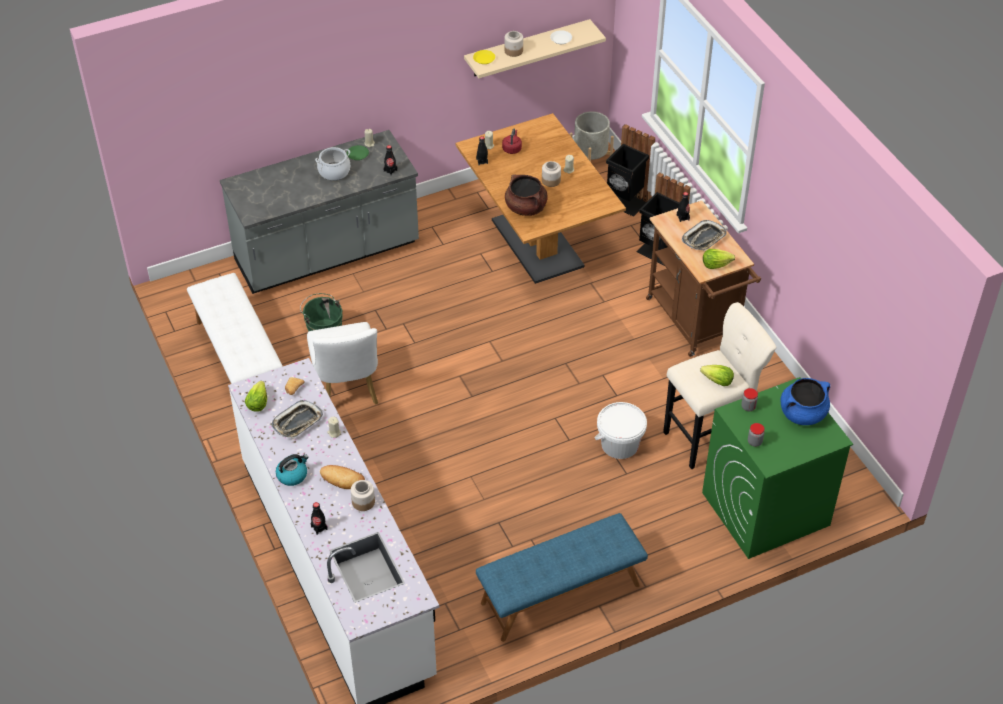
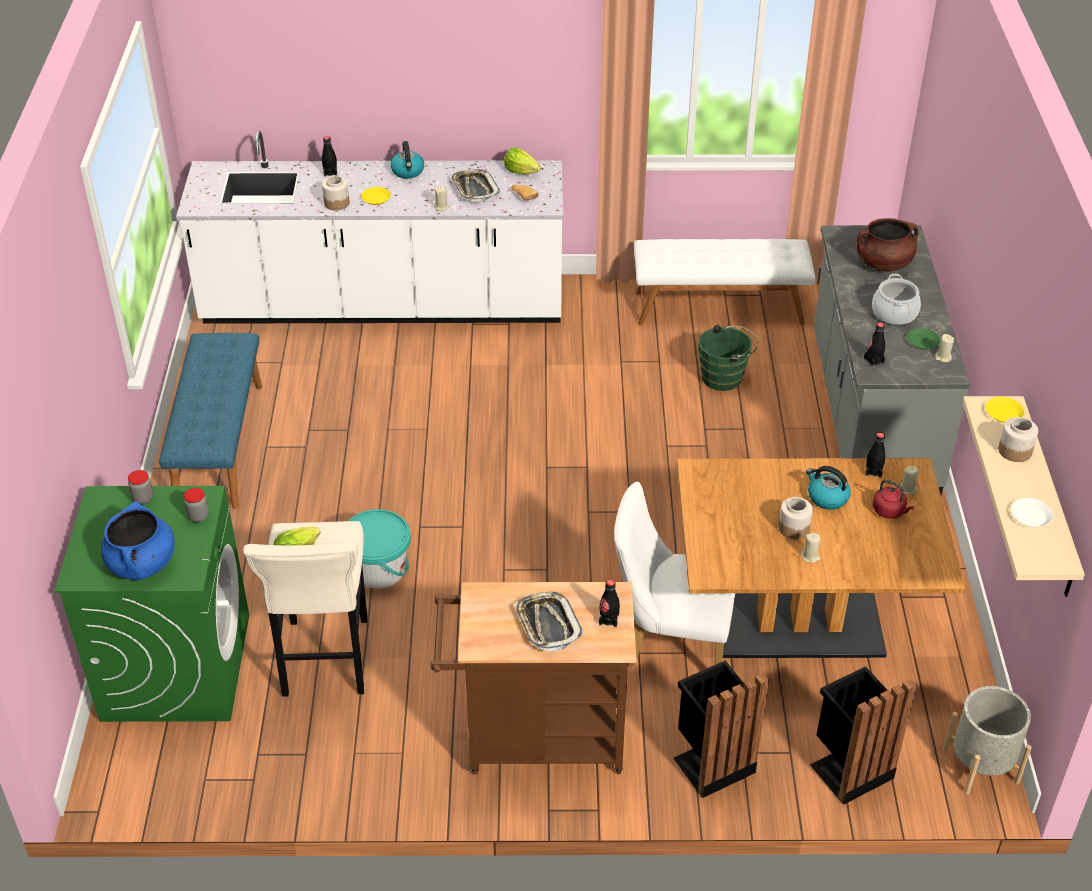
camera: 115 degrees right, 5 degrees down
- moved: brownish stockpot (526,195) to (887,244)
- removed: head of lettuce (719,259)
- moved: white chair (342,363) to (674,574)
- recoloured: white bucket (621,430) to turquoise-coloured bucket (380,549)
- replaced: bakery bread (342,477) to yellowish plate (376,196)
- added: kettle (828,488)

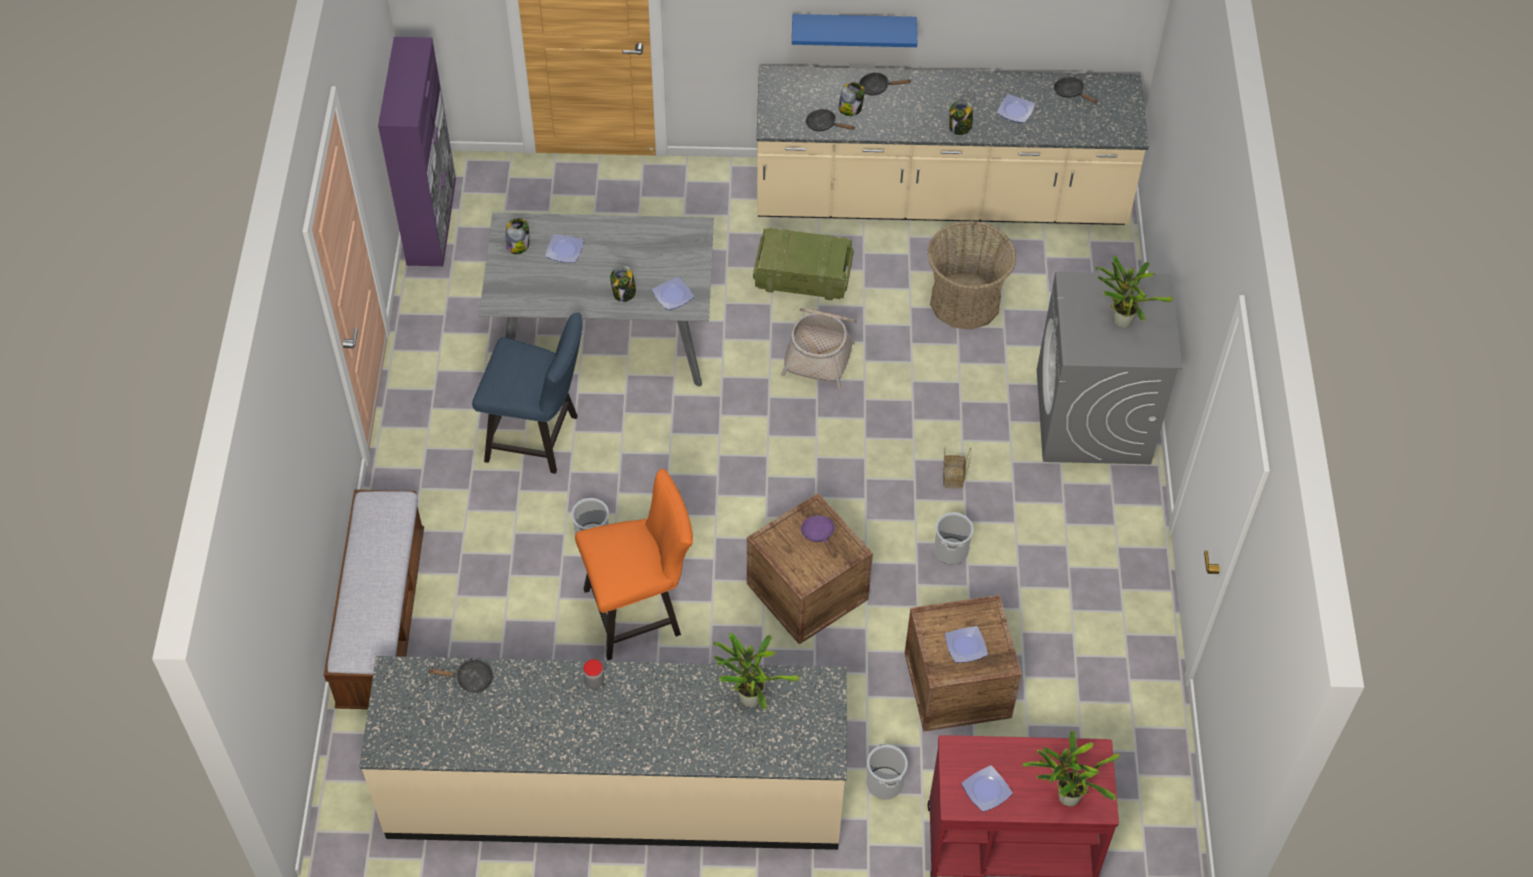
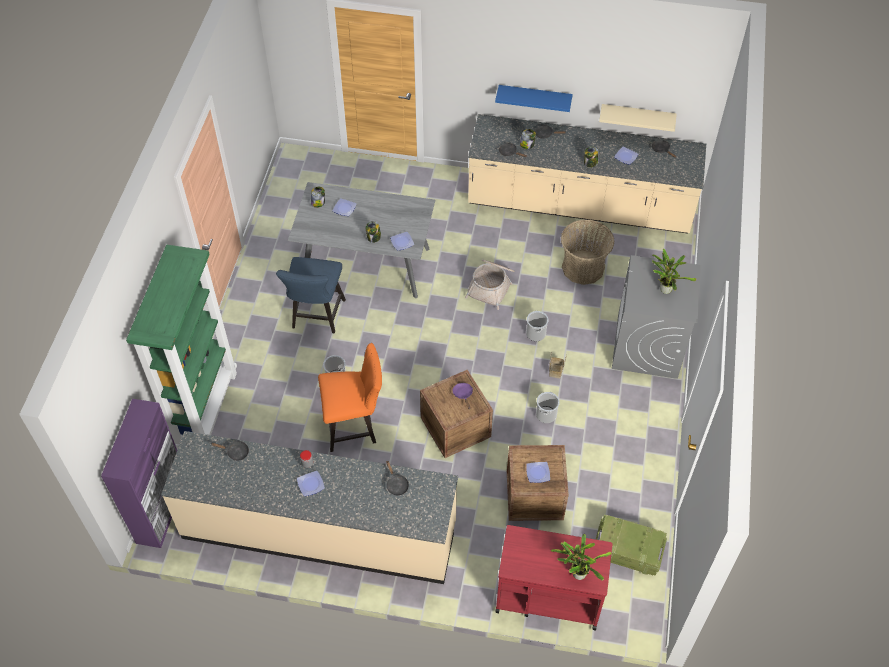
camera: 10 degrees right, 0 degrees up
- moved: purple-coloured cabinet (417,151) to (139,473)
- moved: crate (803,264) to (631,545)
- turned: bluish chair (527,393) = (311,295) 75 degrees clockwise
- replaced: indoor bench (374,599) to greenish bookshelf (181,347)
- replaced: plant in a pot (756,671) to blackish skillet (397,478)
- moved: bucket (887,771) to (537,326)
- moved: plate (987,788) to (311,483)
- added: beige wall shelf (638,118)

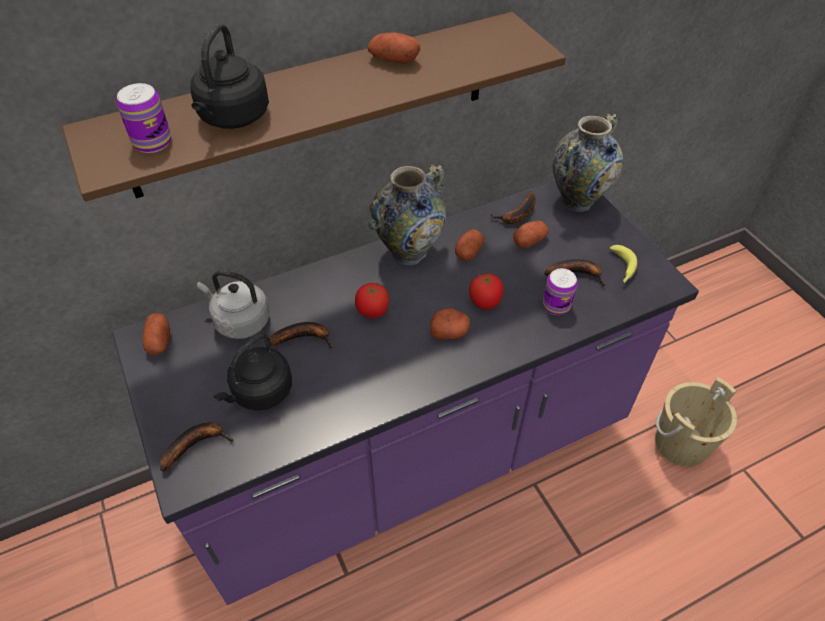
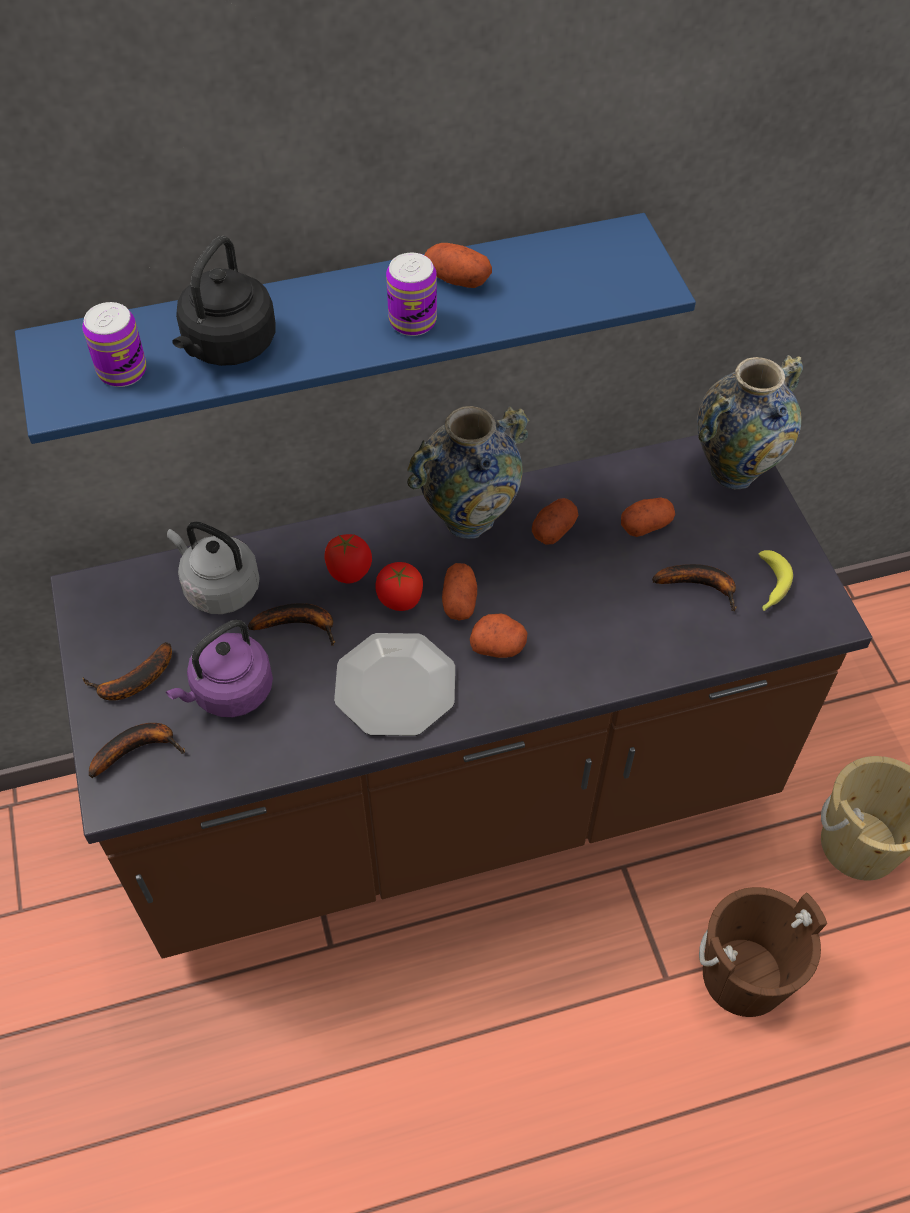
camera: 10 degrees right, 5 degrees up
- recoloured: brownish wall shelf (314,106) to bluish wall shelf (355,328)
- recoloured: purple-coloured kitchen counter (405,392) to brownish kitchen counter (461,697)
- moved: banana (513,207) to (127,671)
- moved: can (560,291) to (411,294)
- moved: fresh tomato (486,291) to (348,558)
- moved: spud (156,334) to (459,592)
- recoloured: blackish kettle (253,372) to purple-coloured kettle (219,668)
- added: plate (394,684)
- added: brownish bucket (763,952)

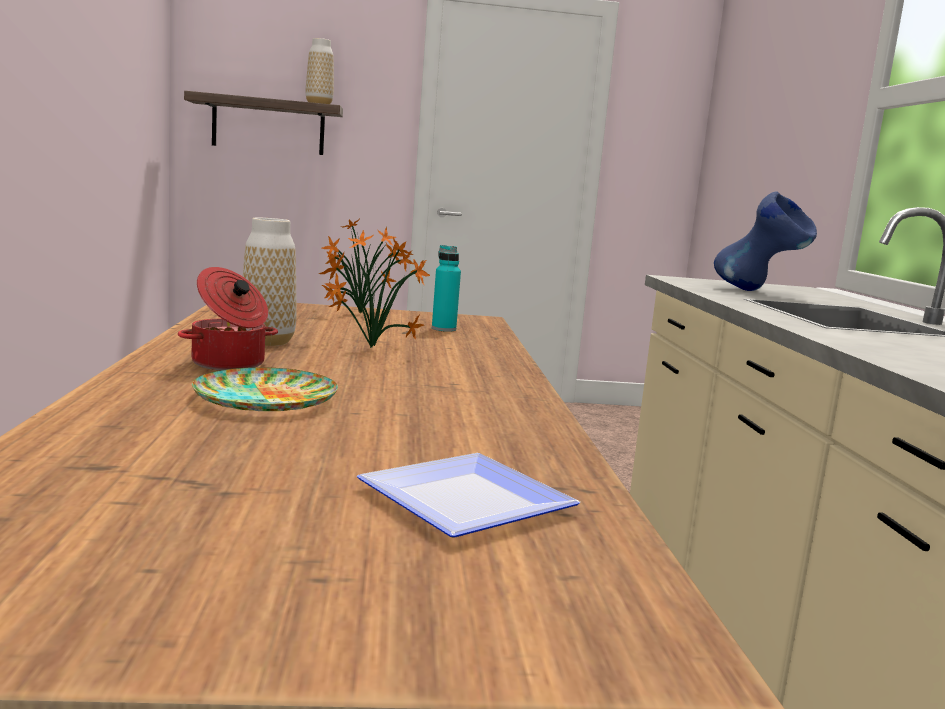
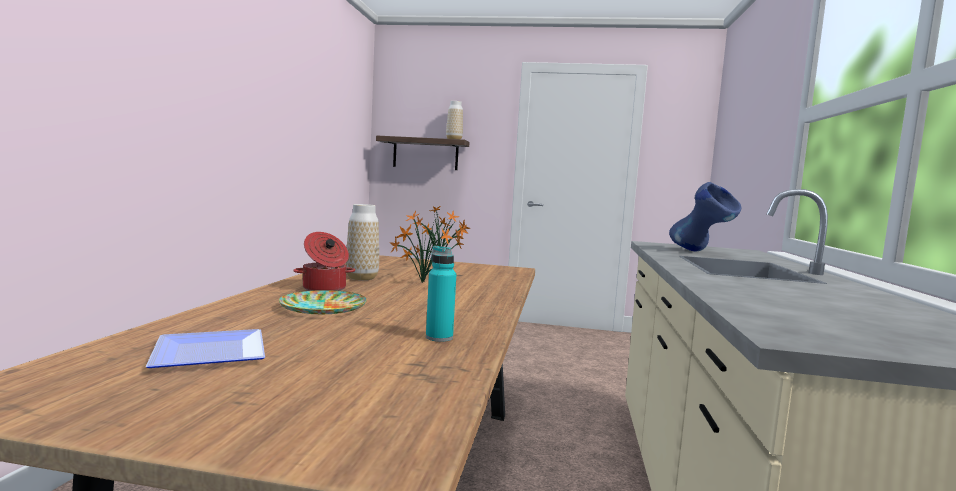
camera: 15 degrees right, 5 degrees down
- moved: turquoise-coloured drink bottle (446,288) to (441,294)
- moved: plate (468,495) to (205,348)

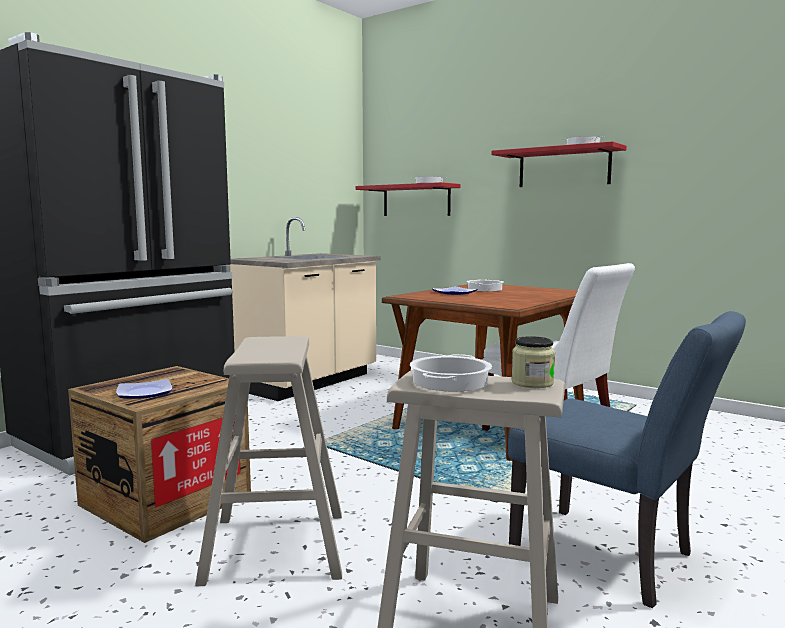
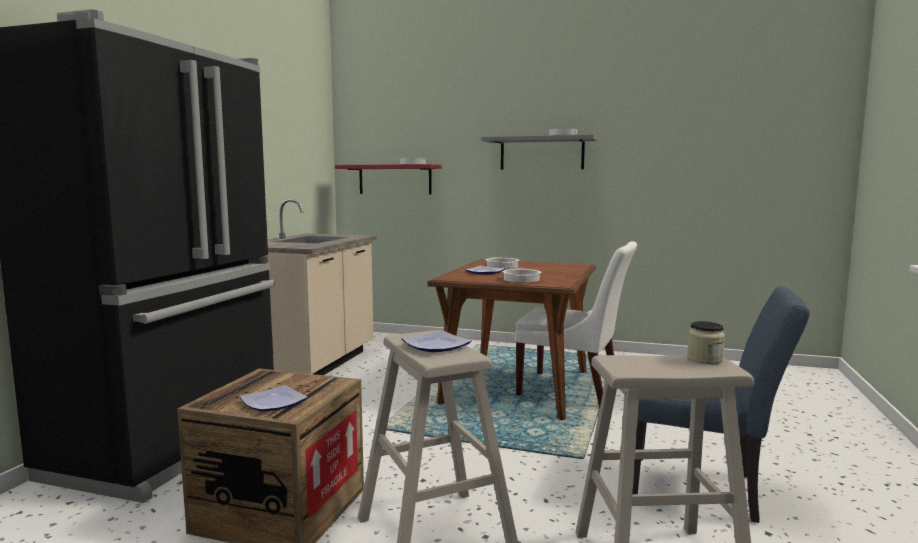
camera: 20 degrees left, 0 degrees up
- recoloured: reddish wall shelf (559,164) to gray wall shelf (539,152)
- moved: stockpot (451,372) to (521,275)
- added: plate (436,341)

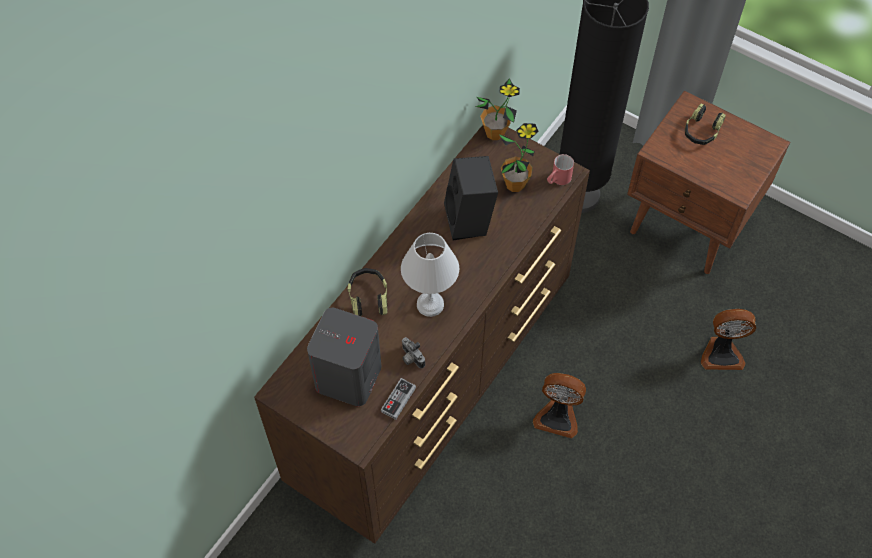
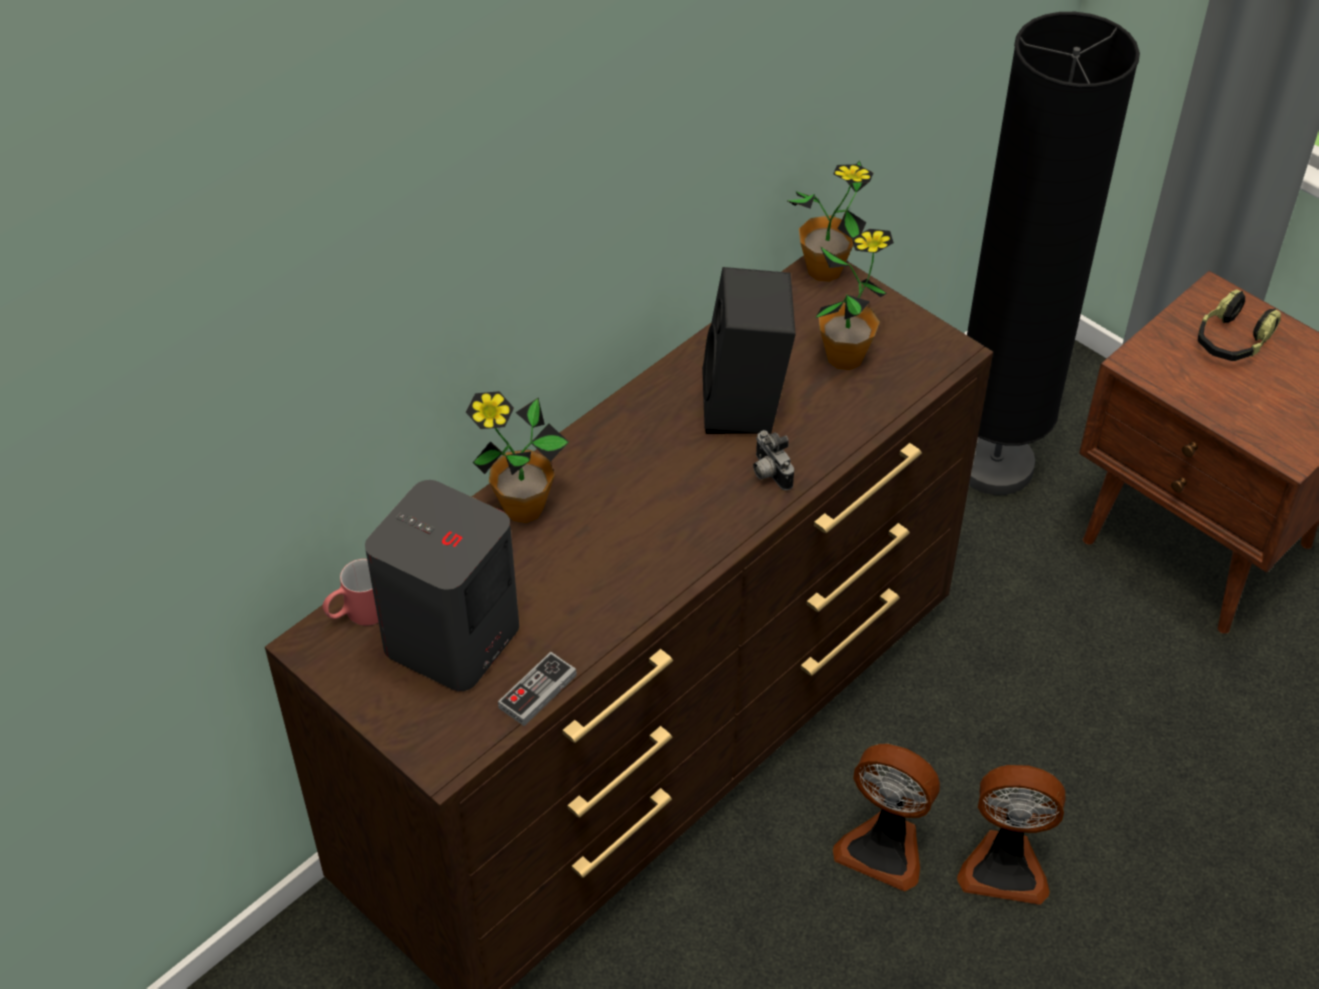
camera: 10 degrees right, 10 degrees down
- moved: reddish coffee mug (560,169) to (350,592)
- removed: white table lamp (430,275)
- replaced: headphones (368,292) to plant in a pot (517,457)
- moved: cooling fan (728,339) to (1011,835)
- moved: still camera (413,352) to (773,460)

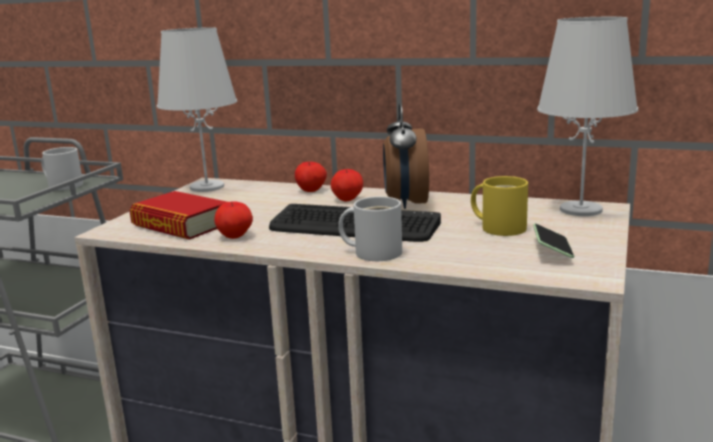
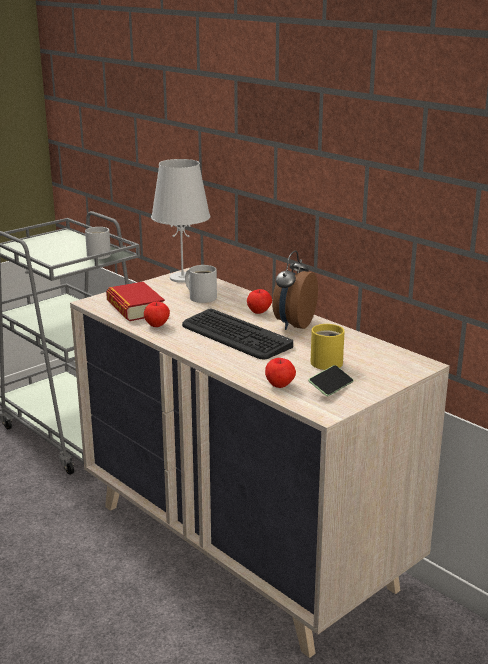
camera: 25 degrees right, 5 degrees up
- removed: white table lamp (587,116)
- moved: apple fruit (311,177) to (280,373)
- moved: white coffee mug (370,228) to (201,284)

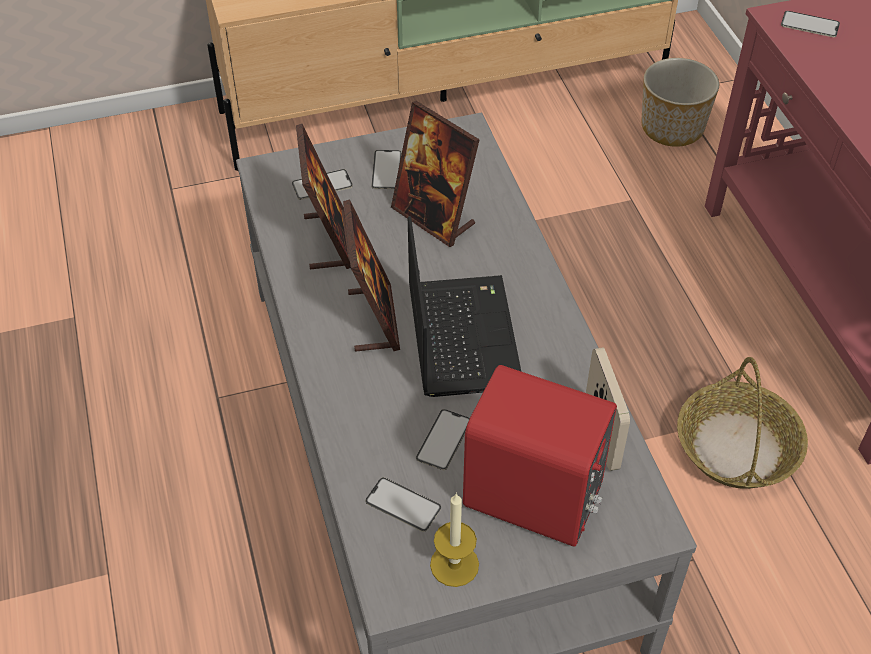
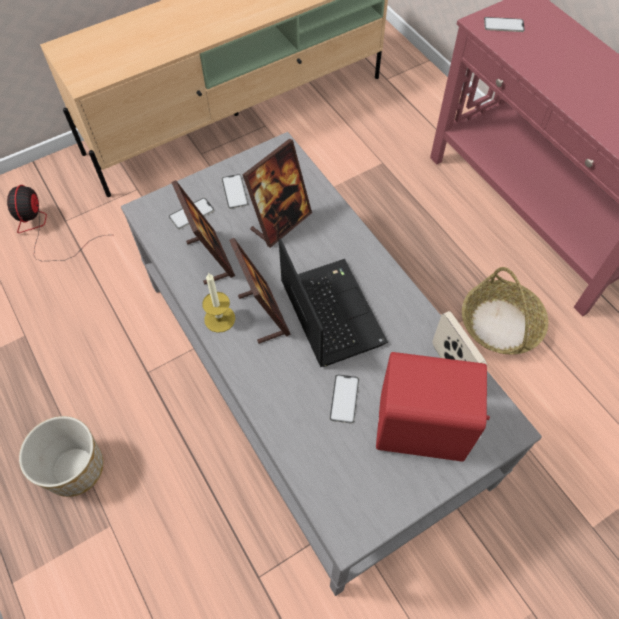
camera: 15 degrees left, 10 degrees up
- moved: planter (680,102) to (61,456)
- turned: standing frame (435,174) = (277,193) 75 degrees counterclockwise
- removed: handset (403,504)
- moved: candle (454,540) to (218,302)
- added: cooling fan (56,223)

